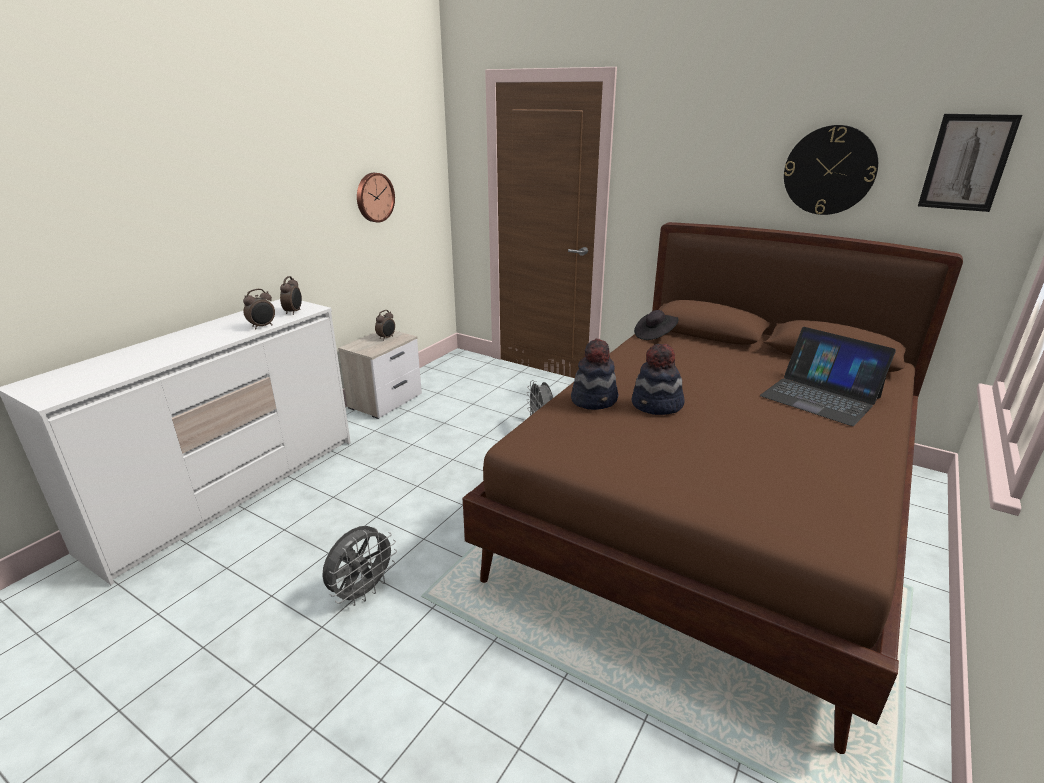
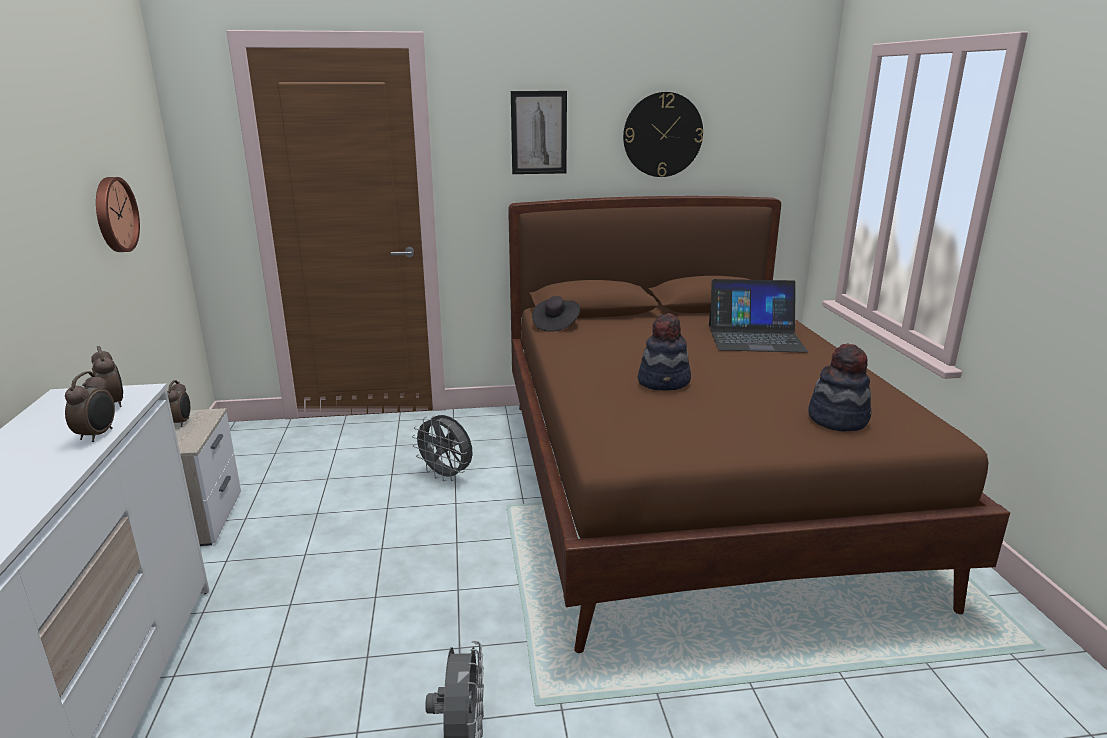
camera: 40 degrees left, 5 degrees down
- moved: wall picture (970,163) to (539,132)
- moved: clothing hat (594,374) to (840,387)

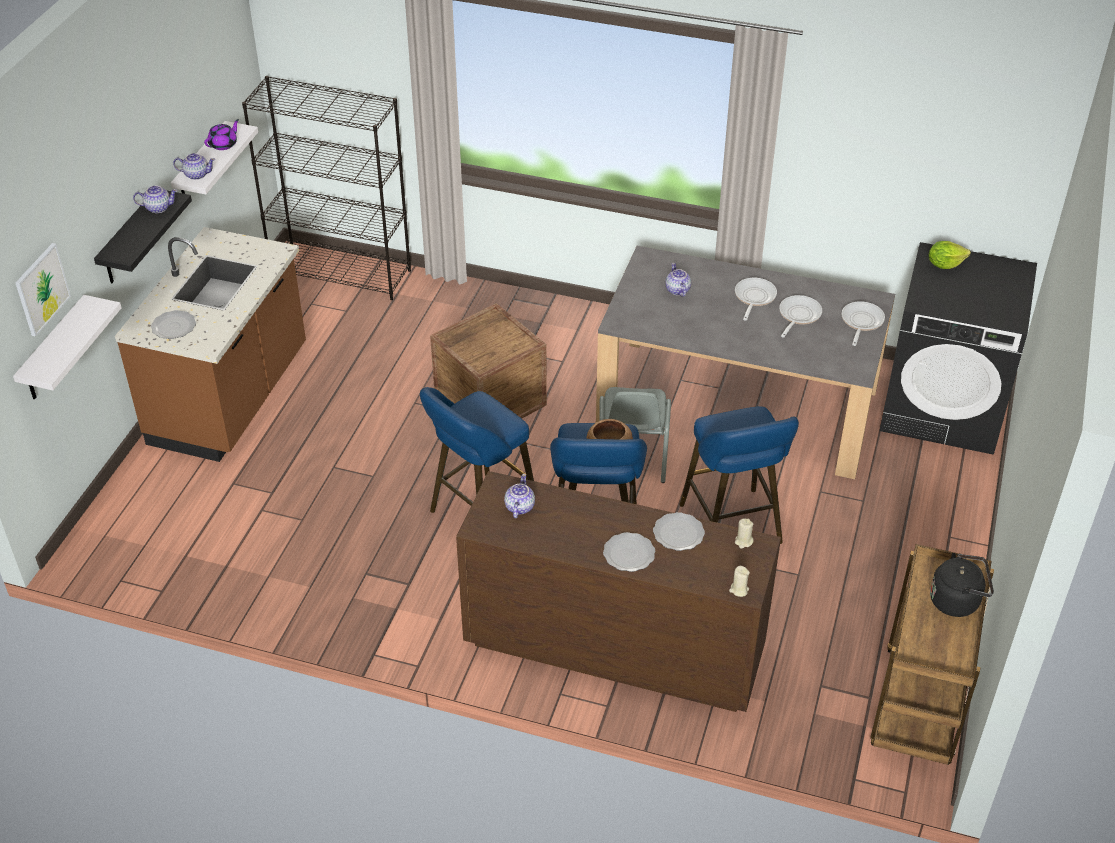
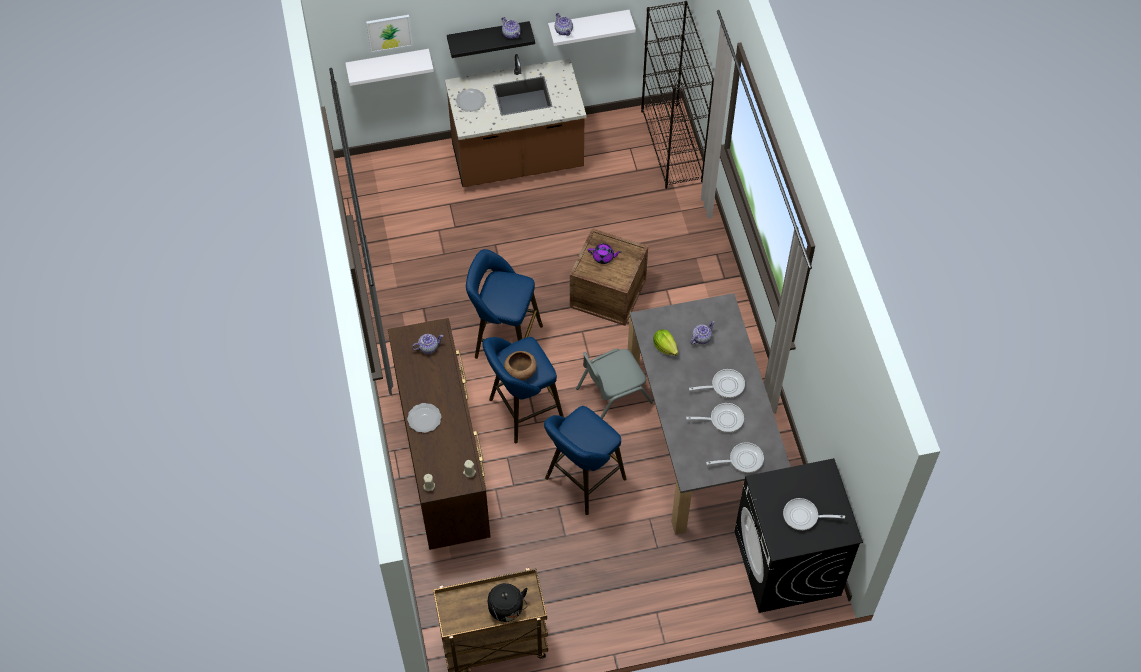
camera: 60 degrees right, 15 degrees up
- moved: purple-coloured teapot (221,134) to (604,253)
- moved: head of lettuce (950,255) to (665,342)
- removed: plate (679,531)
- added: skillet (814,514)

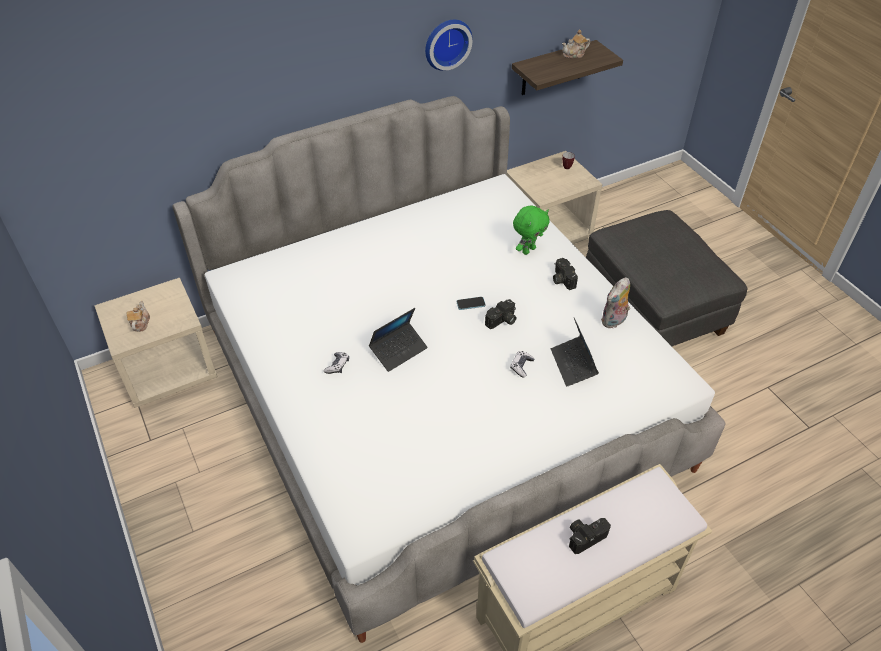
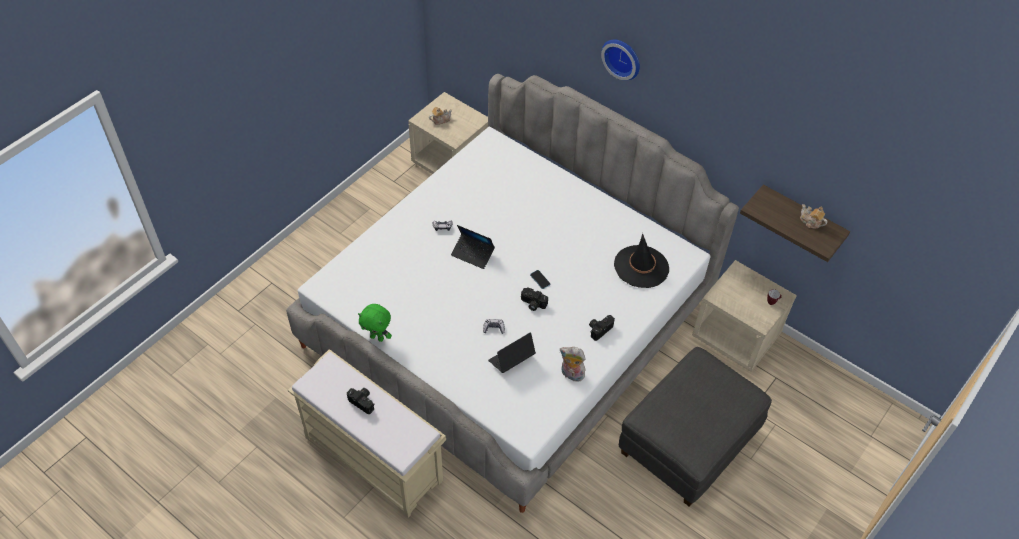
camera: 65 degrees right, 5 degrees up
- moved: clock on the wall (448,45) to (620,59)
- moved: greenish soft toy (531,230) to (375,323)
- added: blackish clothing hat (641,260)

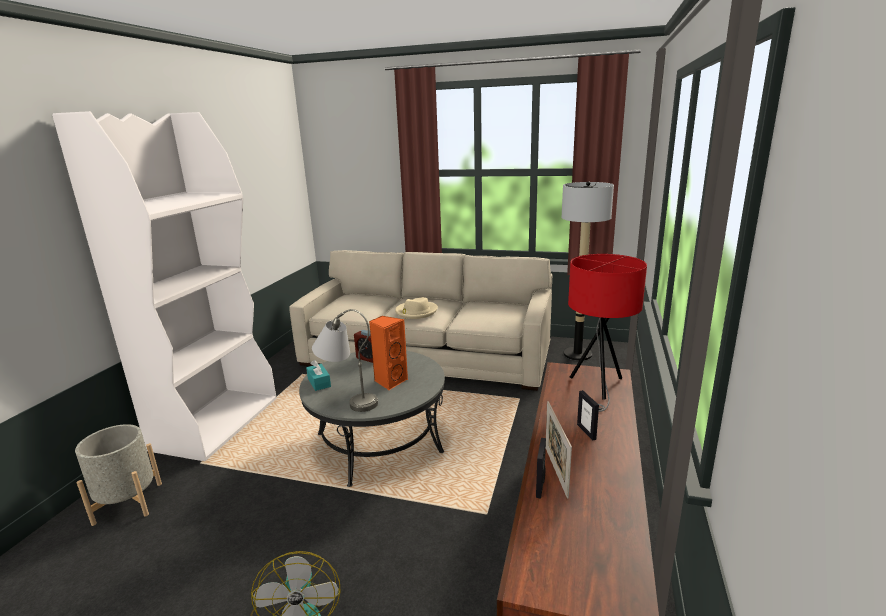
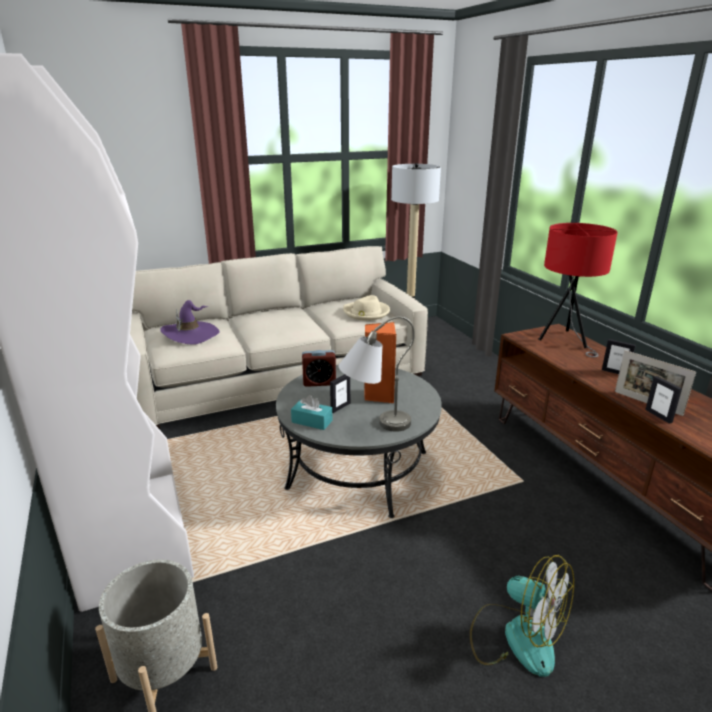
camera: 40 degrees left, 5 degrees up
- moved: beige clothing hat (416,308) to (366,308)
- added: purple-coloured clothing hat (190,322)
- added: standing frame (340,393)

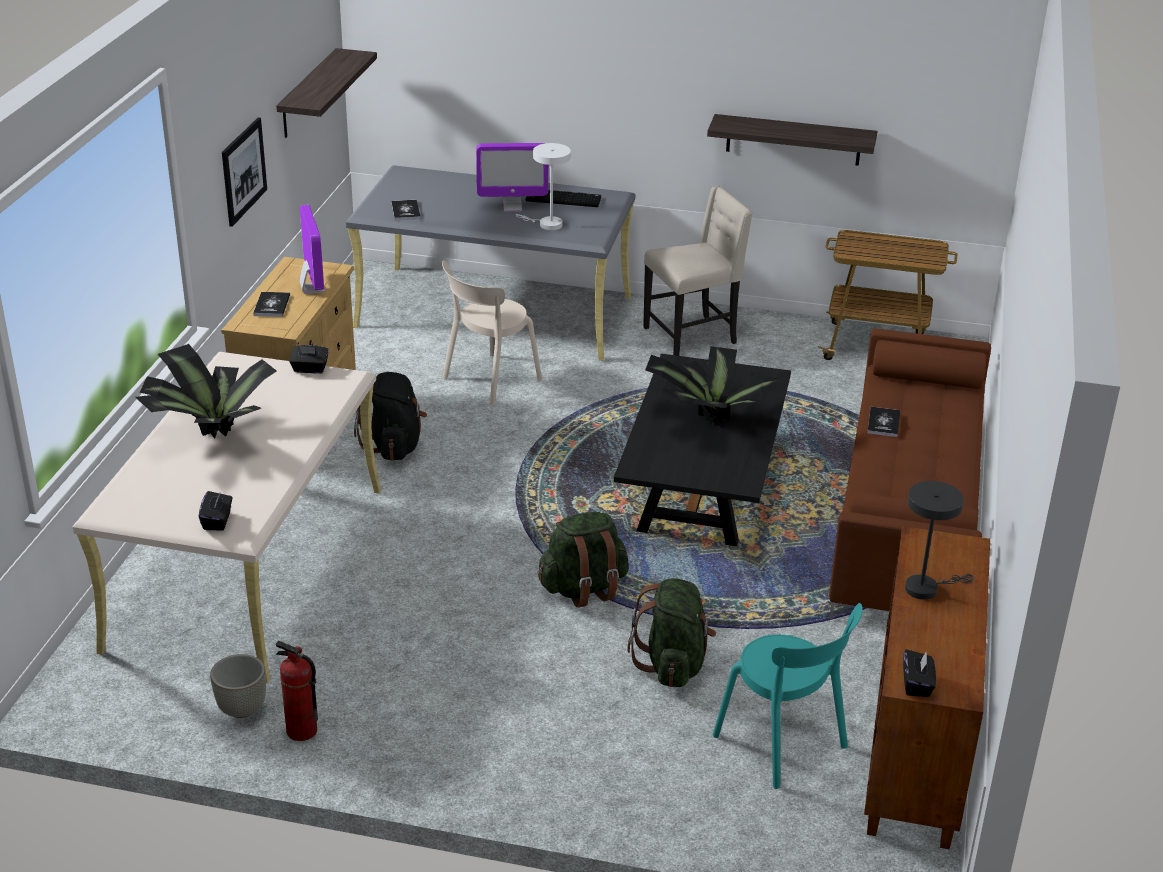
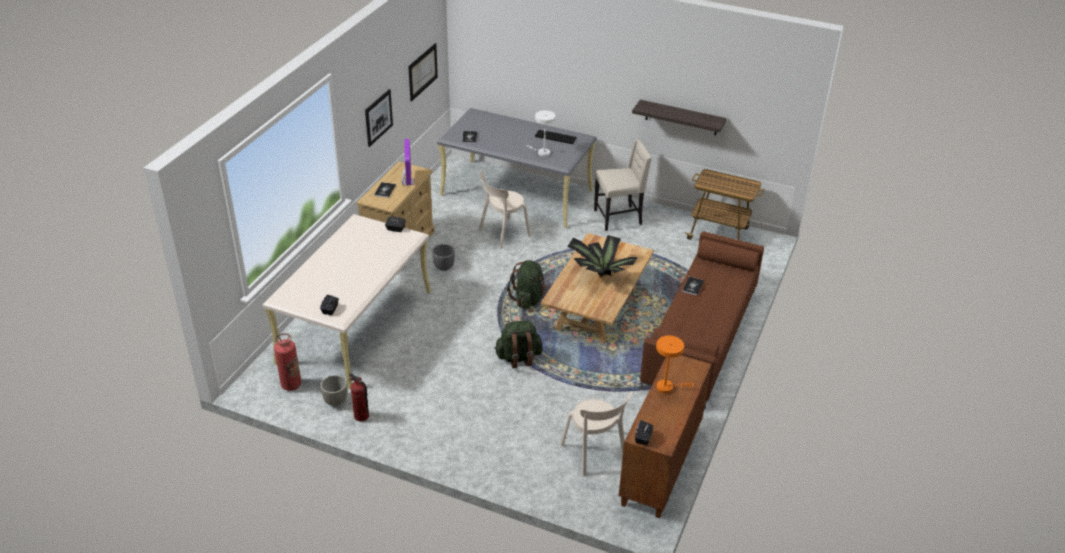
camera: 10 degrees right, 5 degrees up
- replaced: wall shelf (326,93) to wall picture (423,72)
- removed: computer screen (512,177)
- removed: plant in a pot (206,391)
- recoloured: blackish lounge table (702,450) to beige lounge table (597,288)
- replaced: blackish rucksack (390,416) to gray planter (443,257)
- recoloured: gray table lamp (939,540) to orange table lamp (675,364)
- moved: greenish rucksack (672,632) to (527,284)
- recoloured: turquoise-coloured chair (788,696) to beige chair (596,433)
- added: fire-fighting cylinder (287,362)

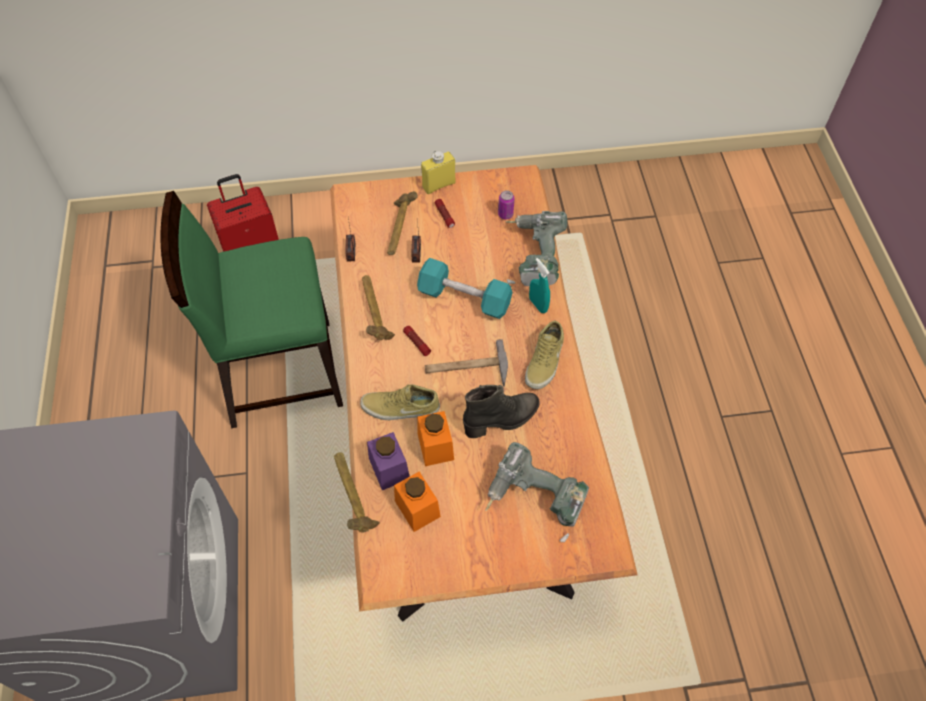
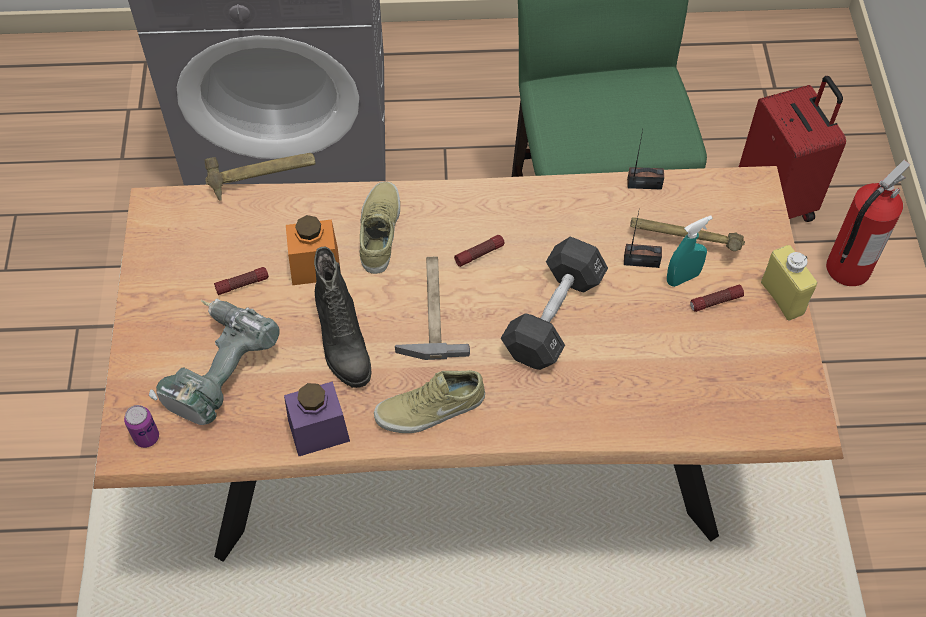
camera: 95 degrees right, 0 degrees up
- moved: can (506,205) to (141,426)
- removed: electric drill (536,248)
- recoloured: turquoise-coloured hand weight (465,288) to blackish hand weight (554,303)
- moved: turquoise-coloured spray bottle (539,285) to (689,251)
- removed: hammer (378,307)
- turned: beige shoe (544,354) = (429,401) 45 degrees counterclockwise
- moved: purple-coloured preserve jar (388,461) to (317,418)
- removed: orange preserve jar (417,502)
- added: fire-fighting cylinder (868,223)
- added: hand torch (241,281)

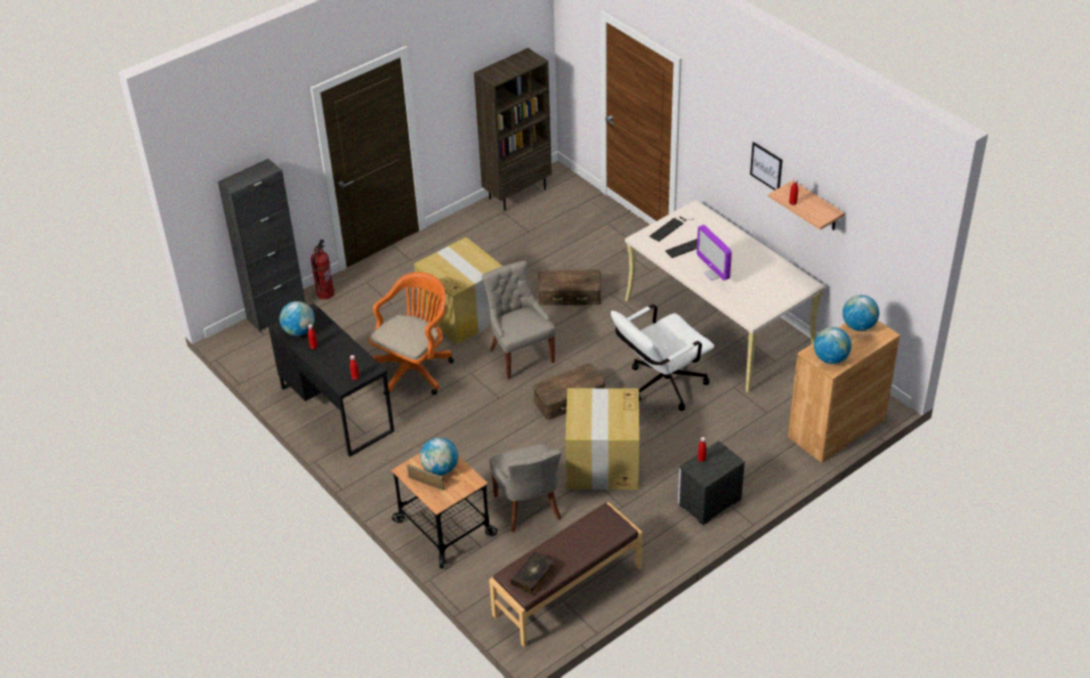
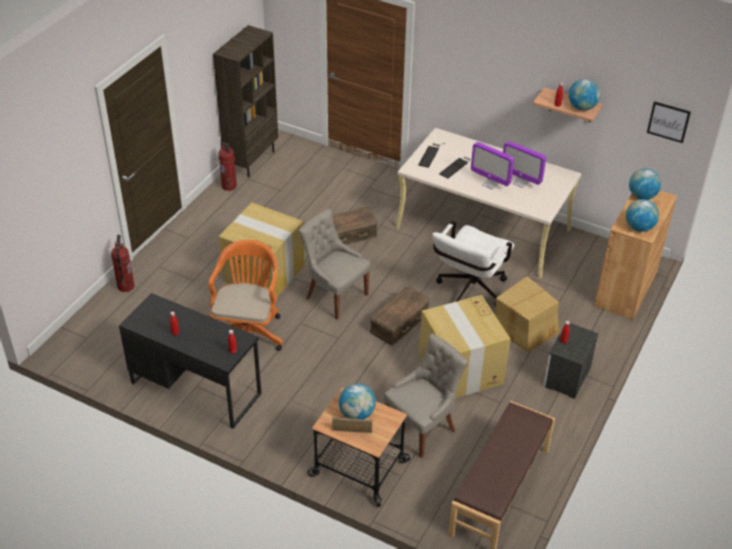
camera: 25 degrees left, 0 degrees up
- moved: wall picture (766,166) to (669,122)
- removed: blackish cabinet (262,245)
- moved: desk globe (297,318) to (585,94)
- turned: gray chair (525,488) = (426,395) 90 degrees counterclockwise
- removed: bound book (532,574)
- added: computer screen (524,164)
- added: fire-fighting cylinder (228,166)
- added: carton (527,314)

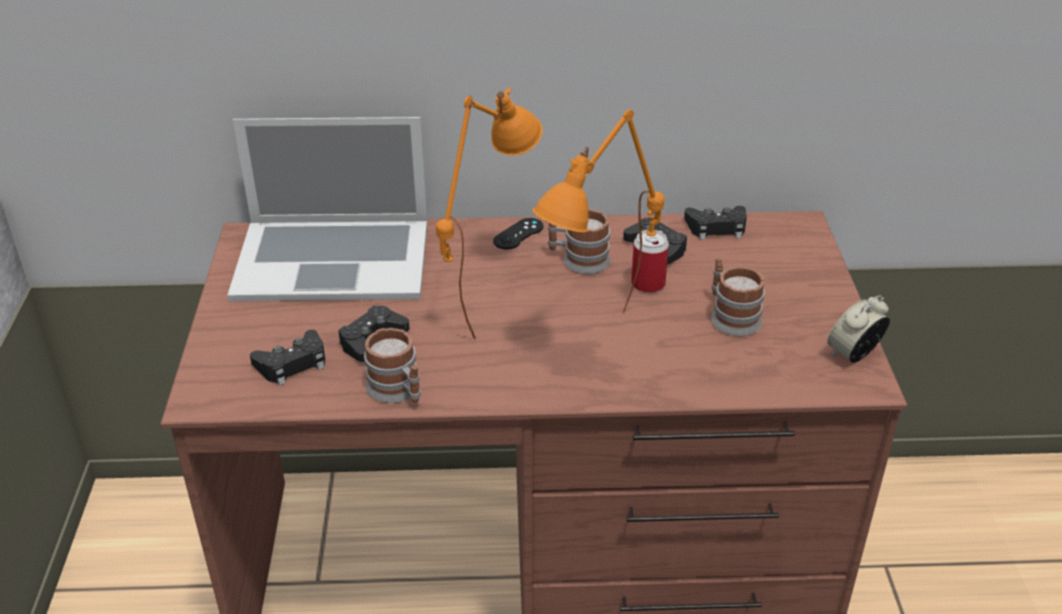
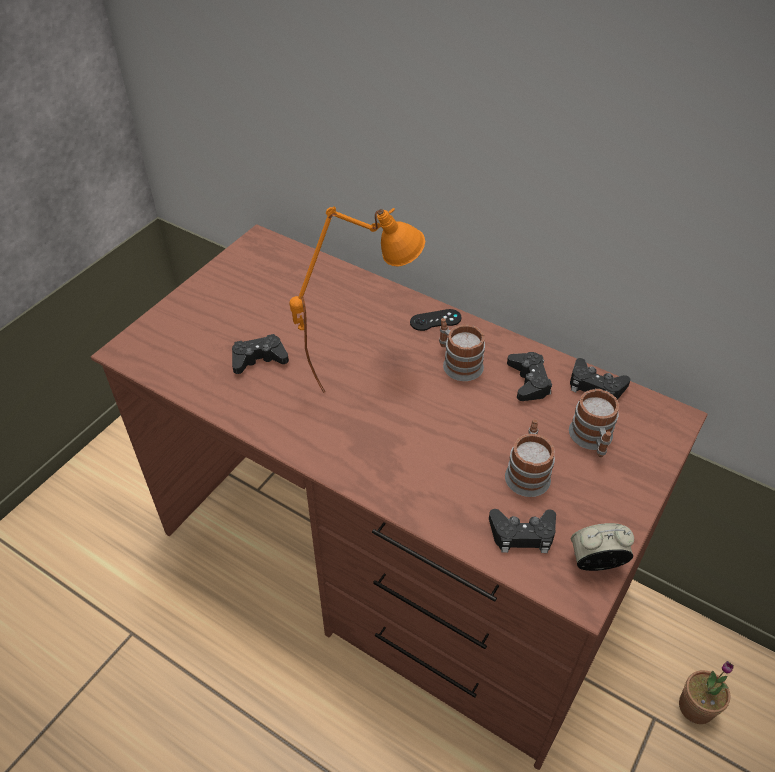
camera: 35 degrees right, 10 degrees up
- removed: orange table lamp (598,211)
- removed: notebook computer (327,209)
- removed: can (650,261)
- moved: coffee mug (392,365) to (594,423)
- moved: blackish game controller (287,358) to (522,531)
- added: plant in a pot (706,692)

